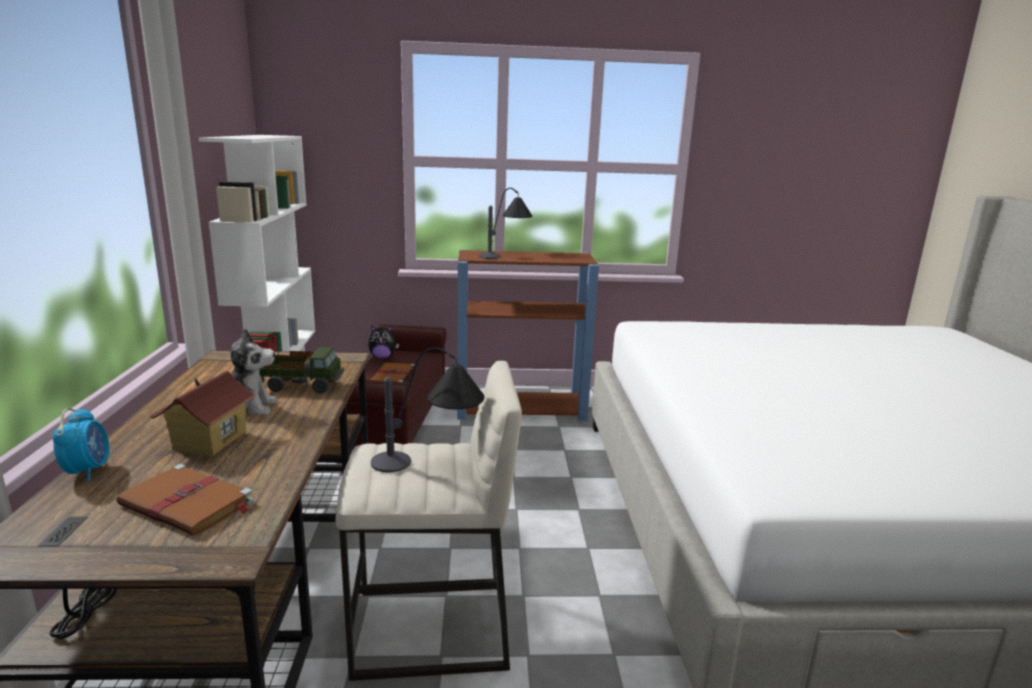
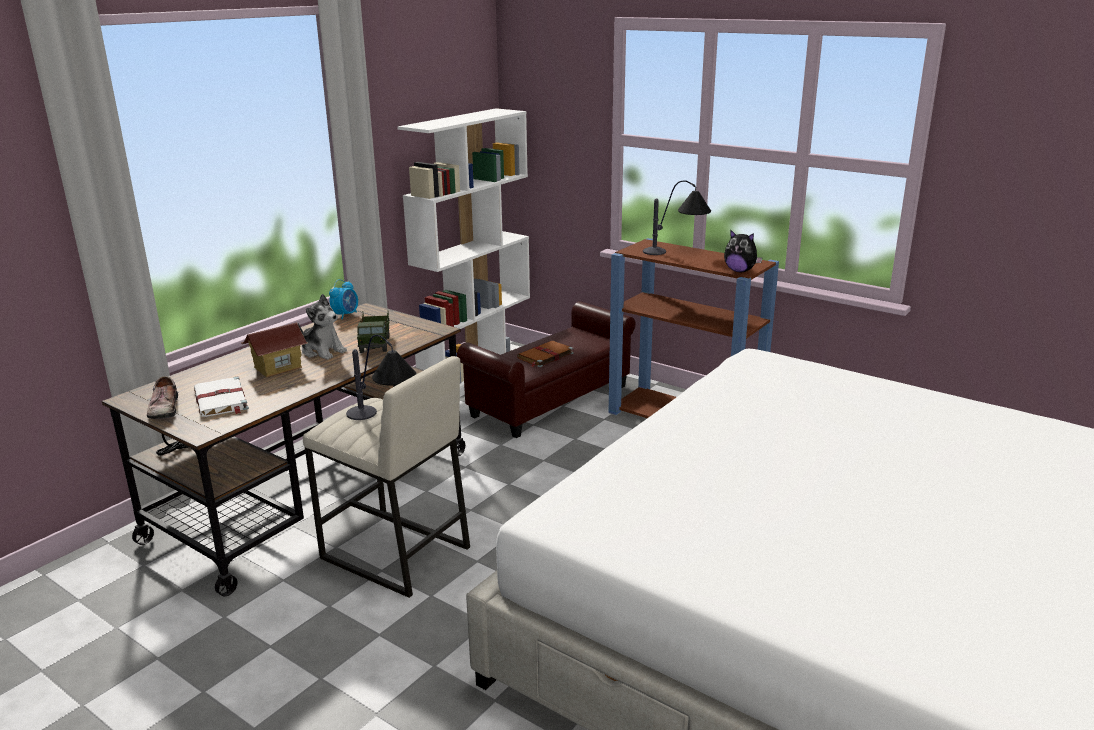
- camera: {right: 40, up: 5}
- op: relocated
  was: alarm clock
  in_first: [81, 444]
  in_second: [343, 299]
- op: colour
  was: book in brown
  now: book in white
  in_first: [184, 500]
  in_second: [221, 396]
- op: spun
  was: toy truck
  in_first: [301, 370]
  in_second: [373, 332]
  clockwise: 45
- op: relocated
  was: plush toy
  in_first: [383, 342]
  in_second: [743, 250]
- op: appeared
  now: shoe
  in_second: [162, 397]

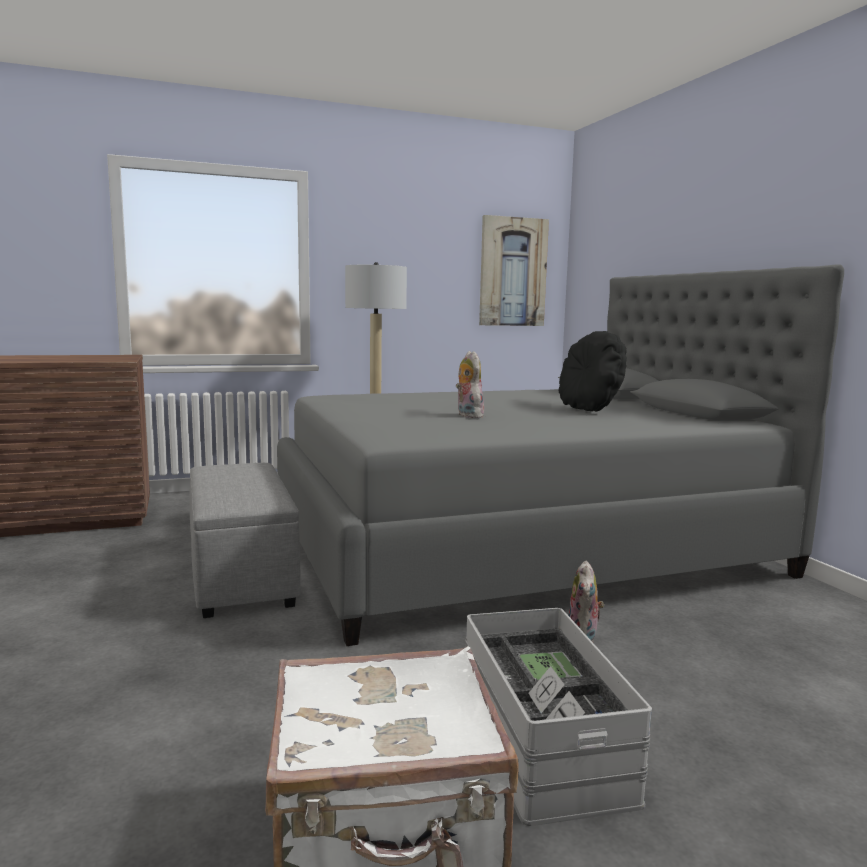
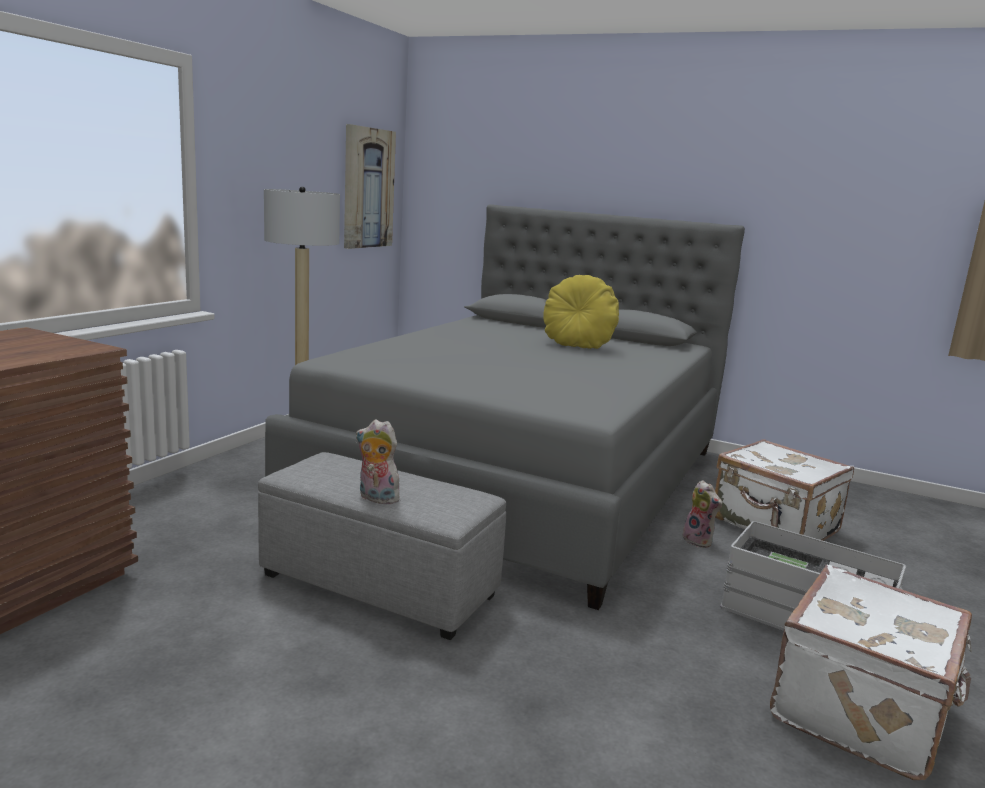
- camera: {right: -45, up: 5}
- op: relocated
  was: plush toy
  in_first: [470, 384]
  in_second: [378, 461]
- op: colour
  was: pillow in black
  now: pillow in yellow
  in_first: [593, 371]
  in_second: [581, 312]
- op: appeared
  now: suitcase in white
  in_second: [784, 490]

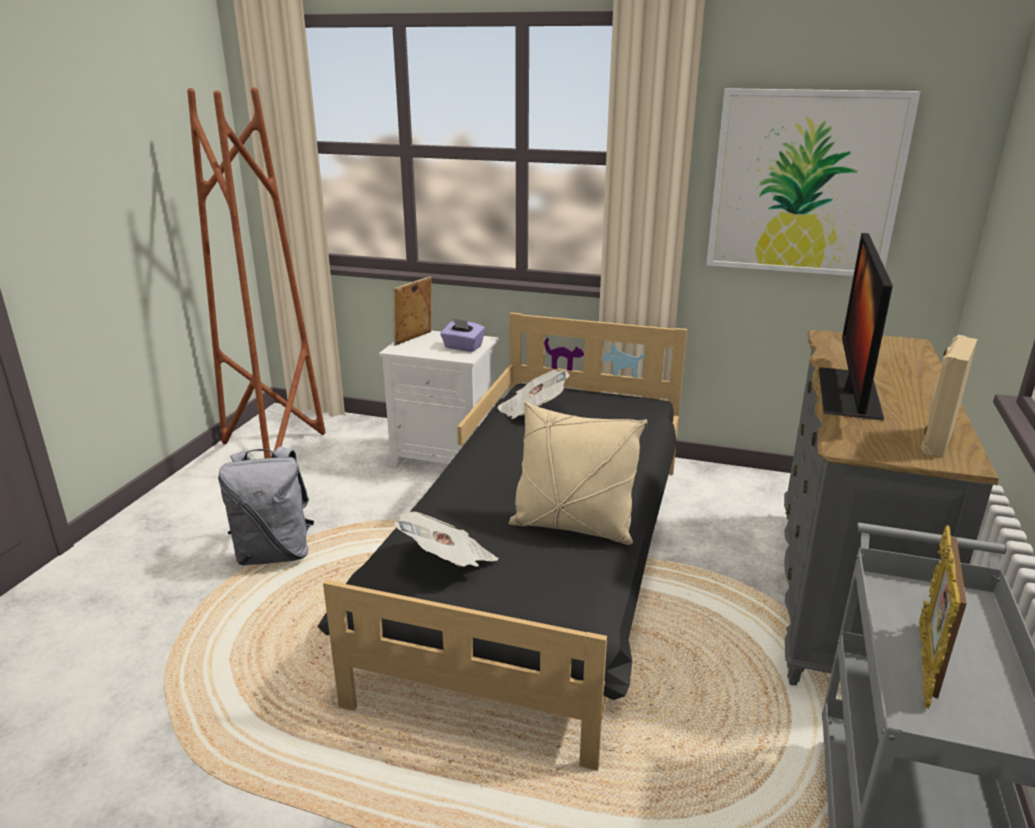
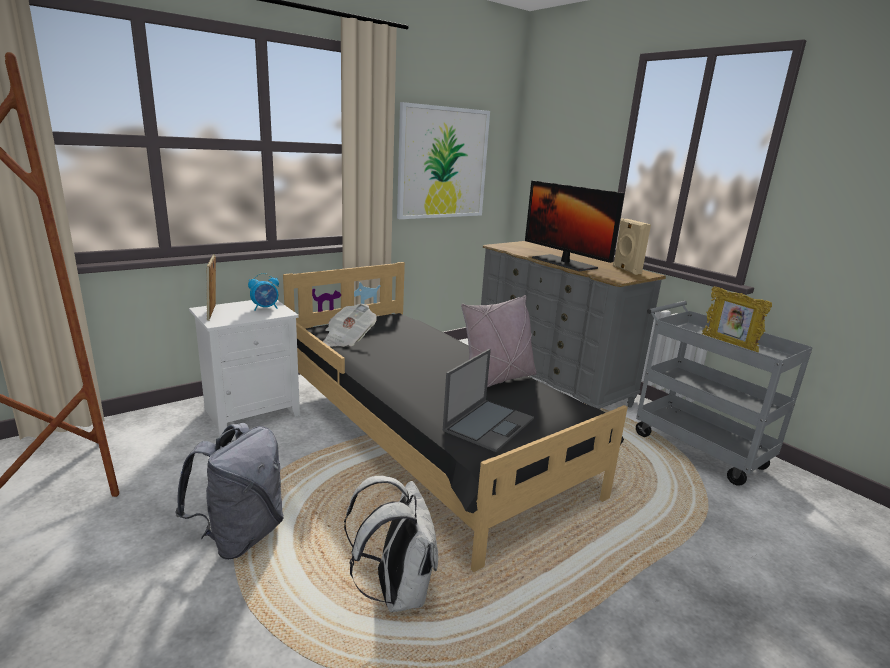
- camera: {right: -55, up: -5}
- op: exchanged
  was: newspaper
  now: laptop
  in_first: [445, 539]
  in_second: [488, 400]
- op: exchanged
  was: tissue box in purple
  now: alarm clock
  in_first: [462, 335]
  in_second: [263, 292]
- op: colour
  was: pillow in beige
  now: pillow in purple
  in_first: [578, 473]
  in_second: [498, 341]
- op: appeared
  now: backpack in white
  in_second: [391, 544]

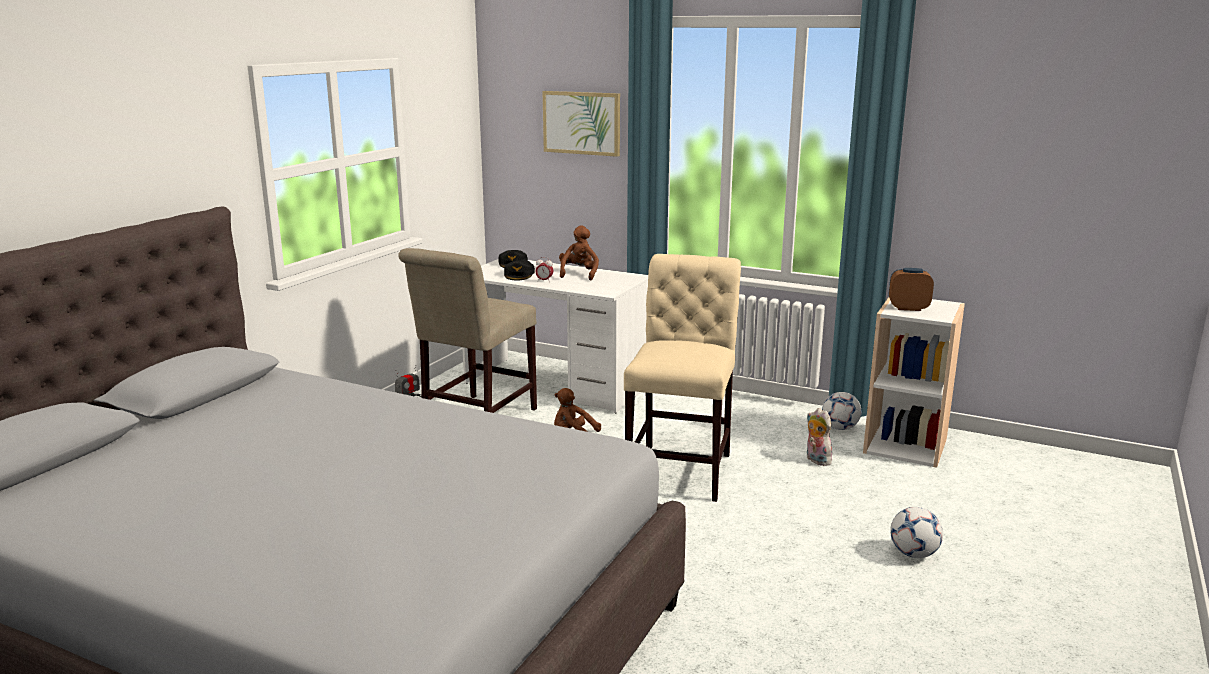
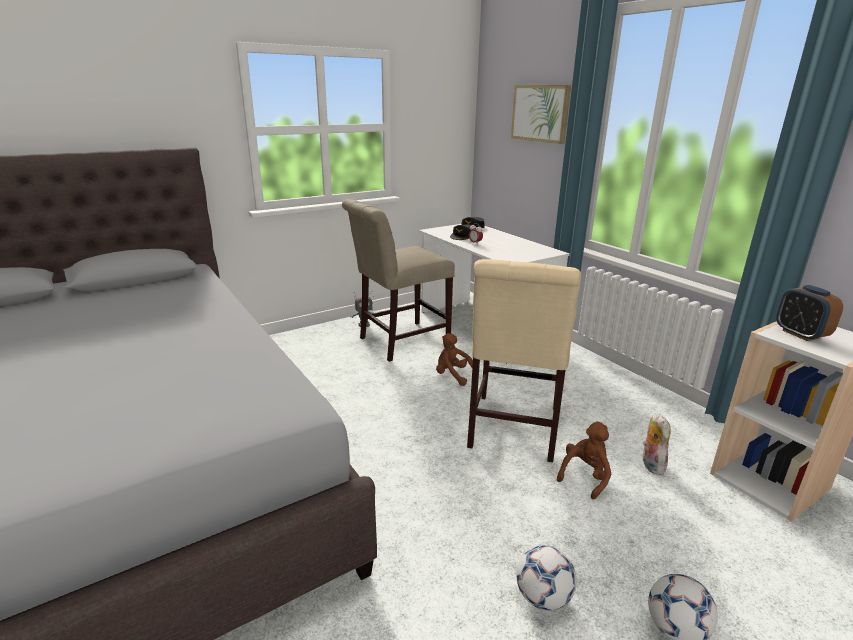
- camera: {right: 30, up: 5}
- op: relocated
  was: plush toy in brown
  in_first: [579, 252]
  in_second: [584, 461]
- op: spun
  was: chair in beige
  in_first: [682, 378]
  in_second: [524, 360]
  clockwise: 150
- op: relocated
  was: football
  in_first: [841, 411]
  in_second: [546, 578]
- op: spun
  was: alarm clock
  in_first: [911, 289]
  in_second: [809, 313]
  clockwise: -150

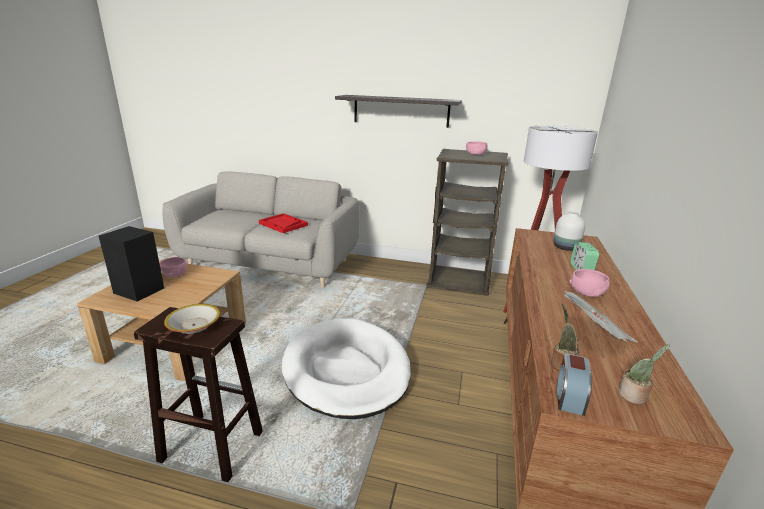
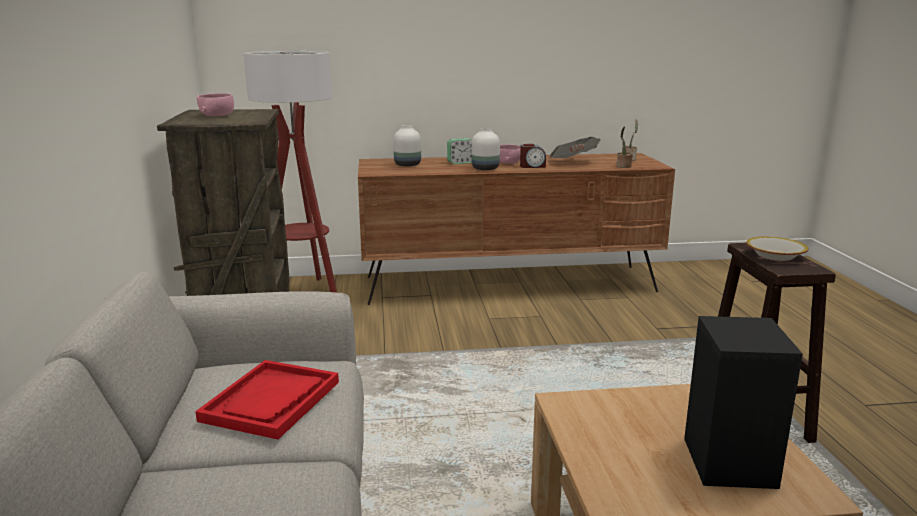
- camera: {right: -110, up: -5}
- op: missing
  was: bowl in pink
  in_first: [173, 267]
- op: missing
  was: dog bed in white
  in_first: [346, 368]
- op: missing
  was: shelf
  in_first: [398, 111]
- op: relocated
  was: alarm clock
  in_first: [574, 385]
  in_second: [533, 156]
- op: appeared
  now: vase in white
  in_second: [485, 149]

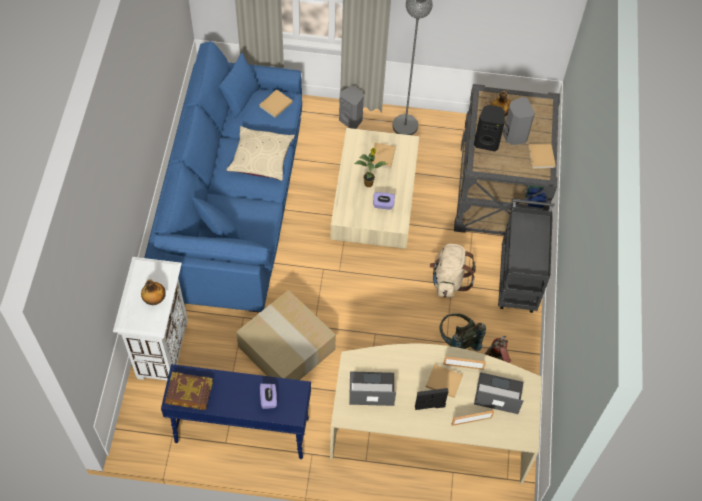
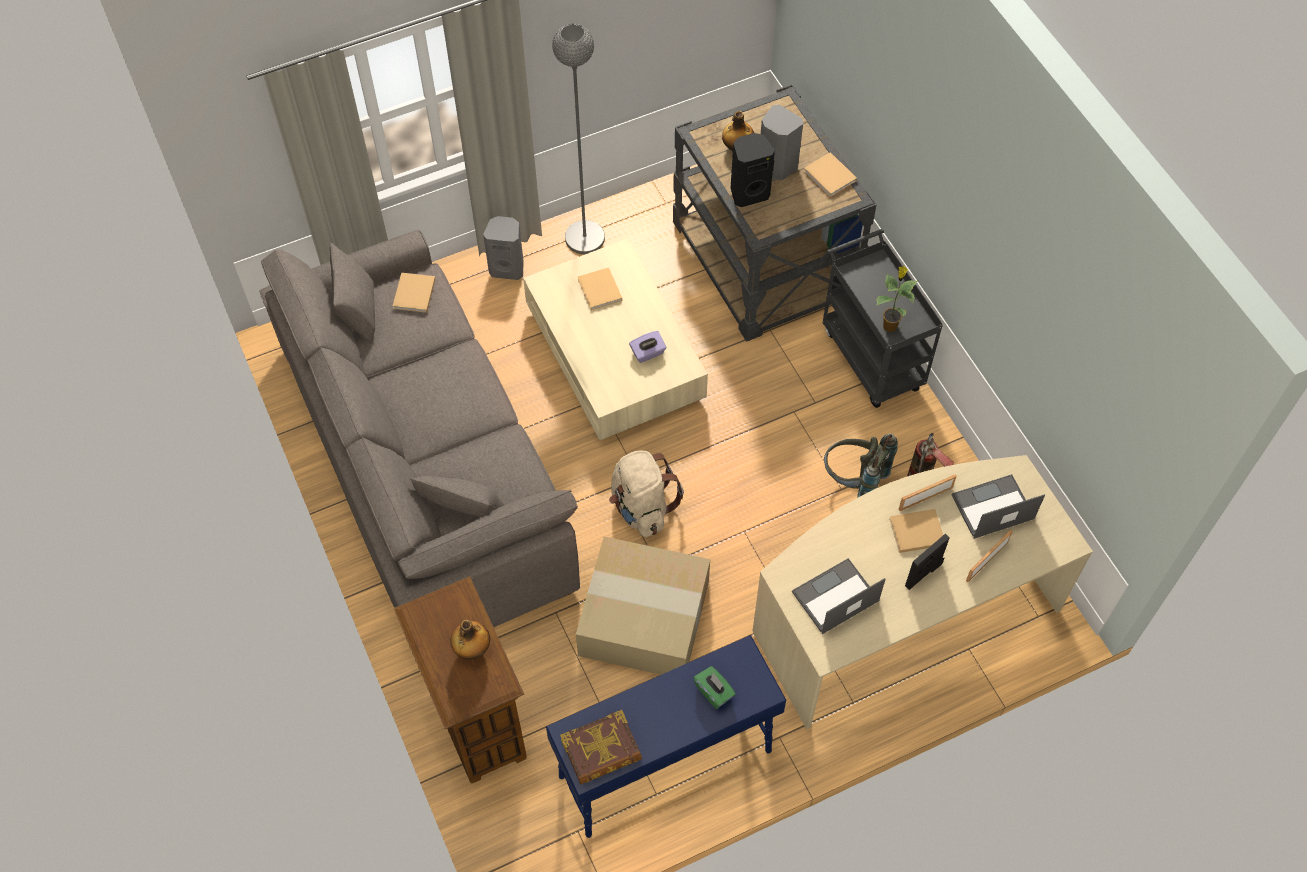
- camera: {right: -30, up: 0}
- op: colour
  was: cabinet in white
  now: cabinet in brown
  in_first: [150, 319]
  in_second: [460, 680]
- op: colour
  was: sofa in blue
  now: sofa in grey
  in_first: [223, 176]
  in_second: [420, 428]
- op: missing
  was: pillow in beige
  in_first: [260, 153]
- op: colour
  was: tissue box in purple
  now: tissue box in green
  in_first: [268, 396]
  in_second: [714, 687]
- op: relocated
  was: potted plant
  in_first: [371, 167]
  in_second: [897, 299]
- op: relocated
  was: backpack in beige
  in_first: [453, 271]
  in_second: [646, 493]

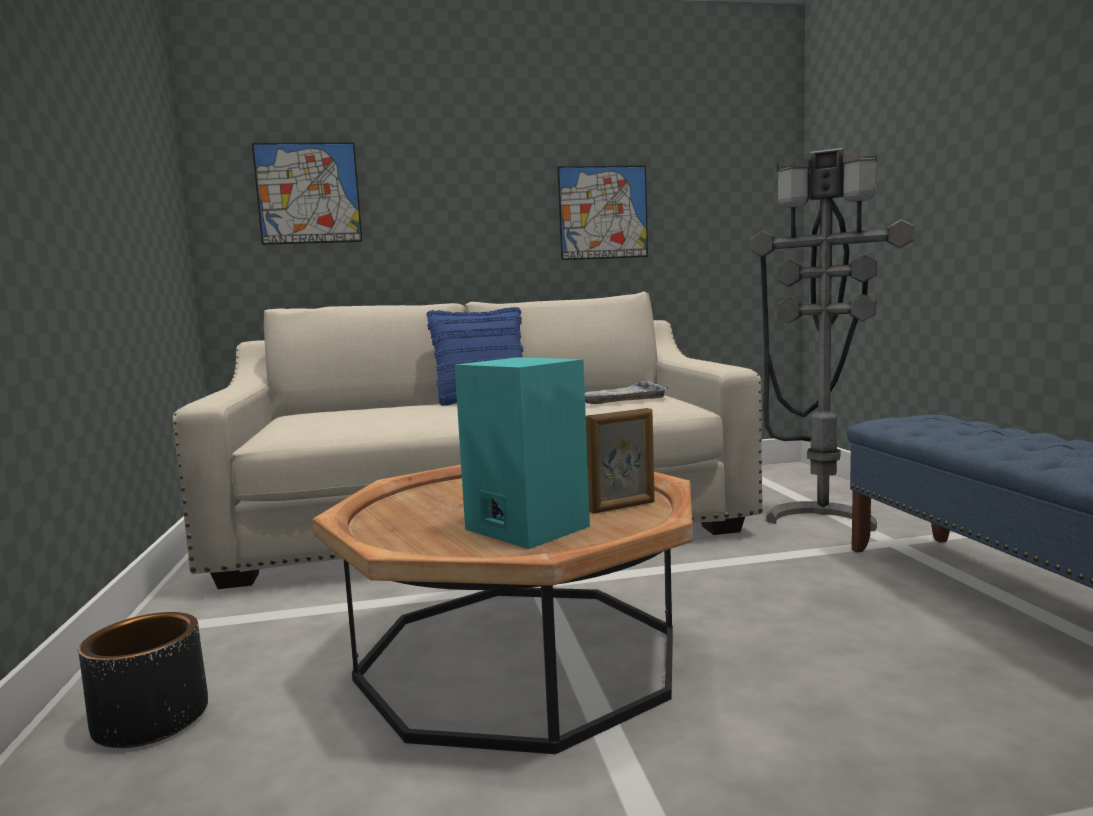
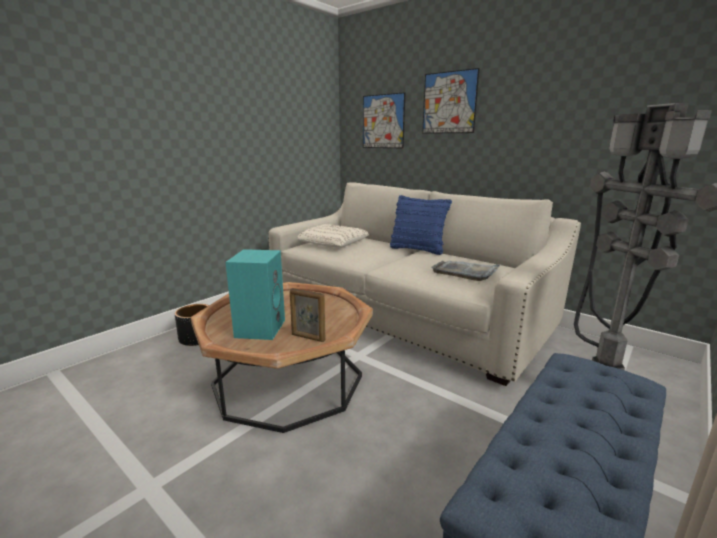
- camera: {right: 50, up: 10}
- op: relocated
  was: picture
  in_first: [602, 212]
  in_second: [451, 101]
- op: appeared
  now: pillow in beige
  in_second: [333, 236]

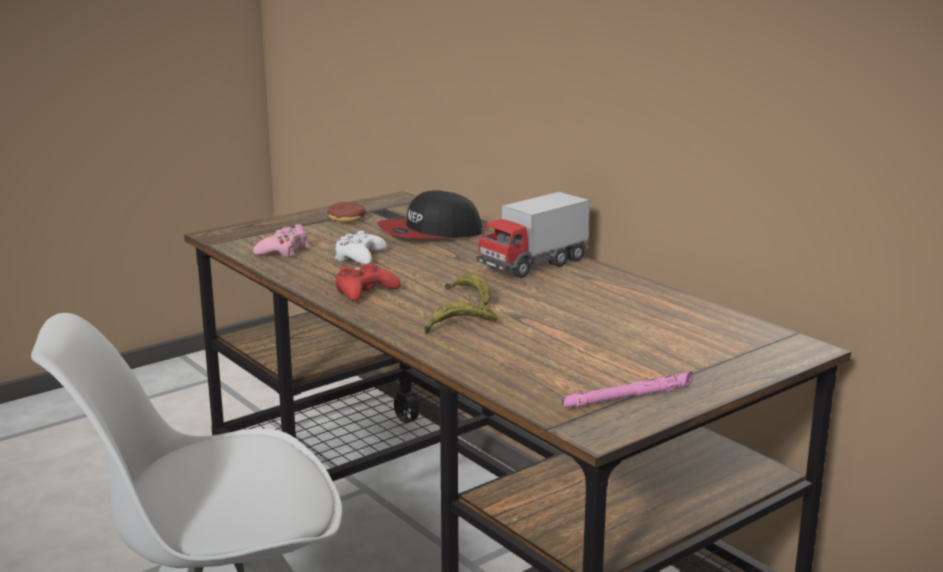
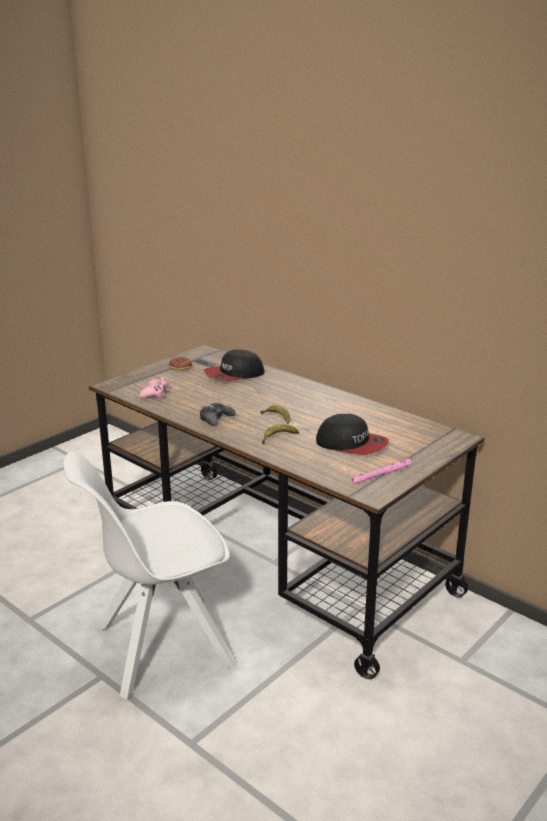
- camera: {right: -10, up: 5}
- op: missing
  was: game controller in white
  in_first: [361, 247]
- op: colour
  was: game controller in red
  now: game controller in black
  in_first: [368, 282]
  in_second: [218, 414]
- op: missing
  was: toy truck
  in_first: [533, 235]
- op: appeared
  now: cap
  in_second: [352, 434]

